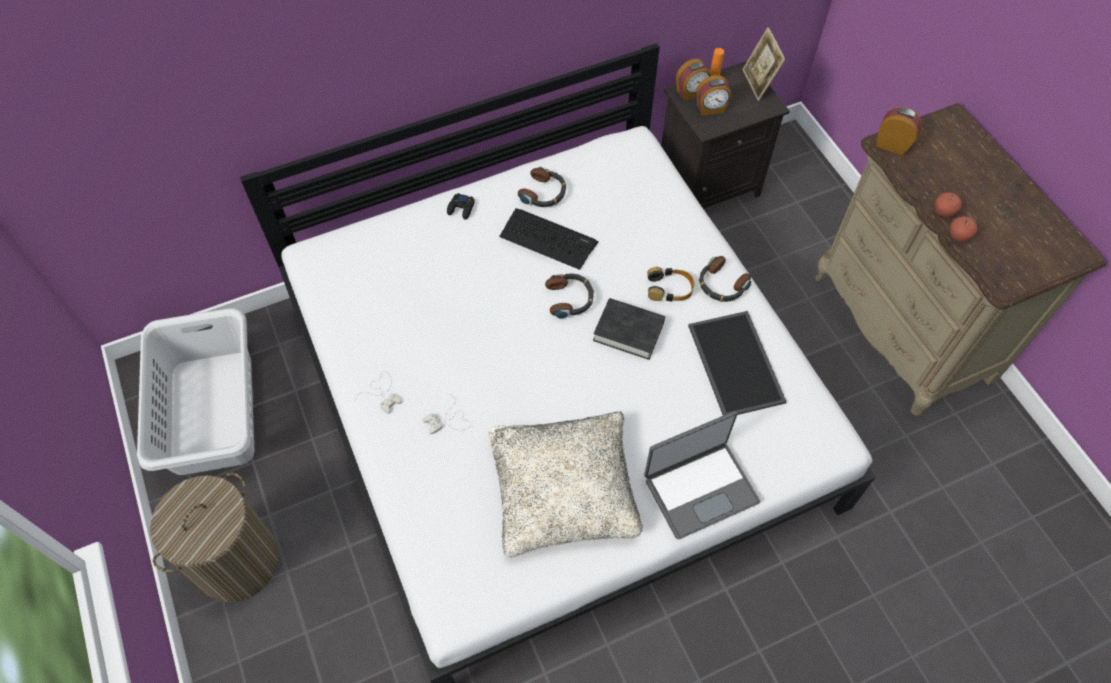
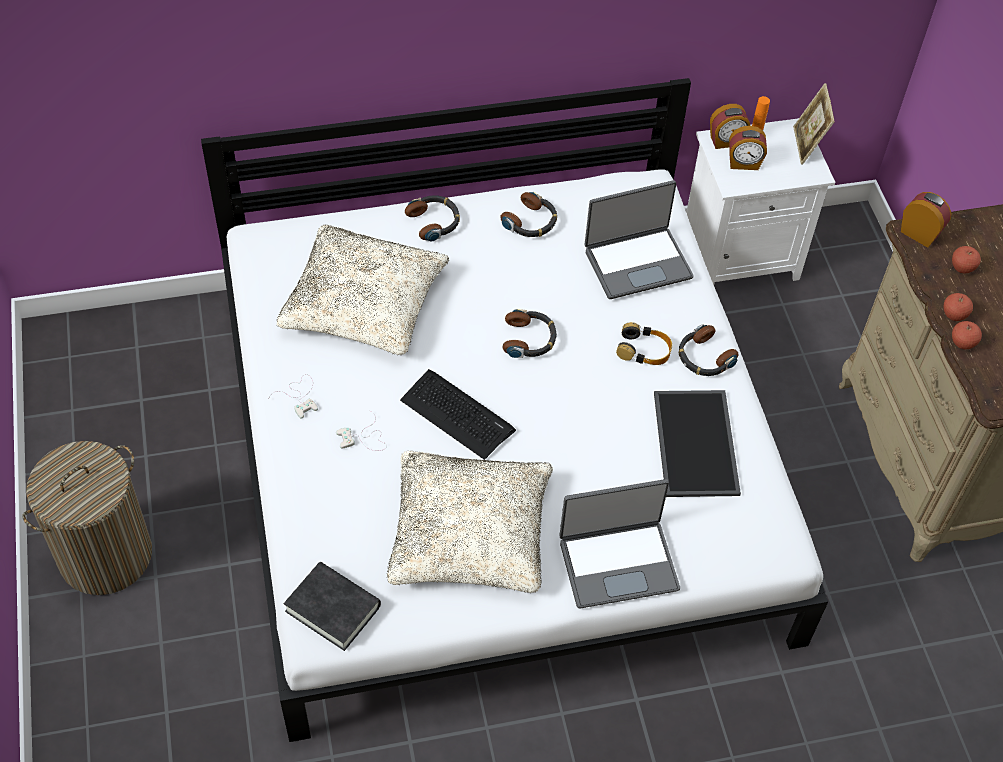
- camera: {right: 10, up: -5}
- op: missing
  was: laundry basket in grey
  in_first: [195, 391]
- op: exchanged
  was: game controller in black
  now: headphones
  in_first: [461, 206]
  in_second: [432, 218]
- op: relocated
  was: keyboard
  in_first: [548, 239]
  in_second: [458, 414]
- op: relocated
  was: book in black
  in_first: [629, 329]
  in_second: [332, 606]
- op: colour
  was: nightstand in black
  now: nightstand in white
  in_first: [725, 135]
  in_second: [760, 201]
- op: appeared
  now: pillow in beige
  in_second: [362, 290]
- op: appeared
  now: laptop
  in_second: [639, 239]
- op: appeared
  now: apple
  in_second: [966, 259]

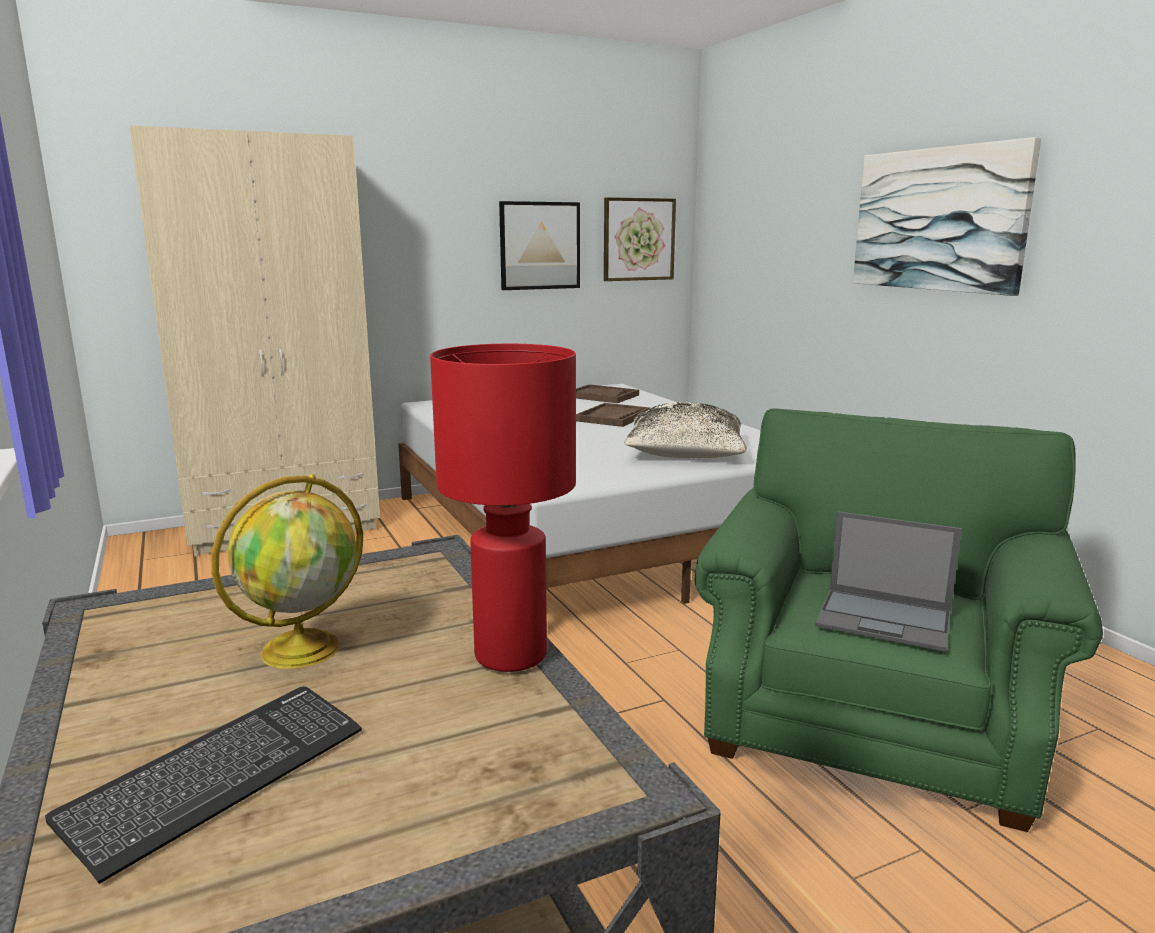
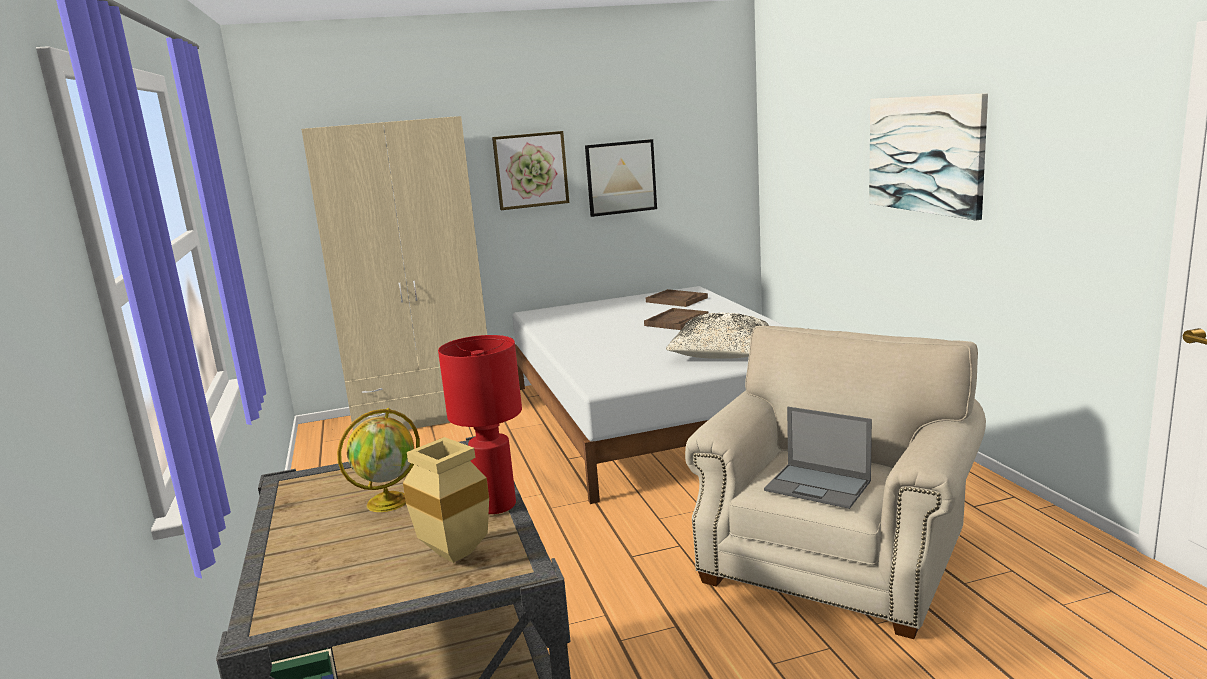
- camera: {right: 10, up: 0}
- op: missing
  was: keyboard
  in_first: [203, 785]
- op: relocated
  was: picture
  in_first: [640, 239]
  in_second: [530, 170]
- op: colour
  was: armchair in green
  now: armchair in beige
  in_first: [899, 620]
  in_second: [835, 482]
- op: appeared
  now: vase in beige
  in_second: [446, 500]

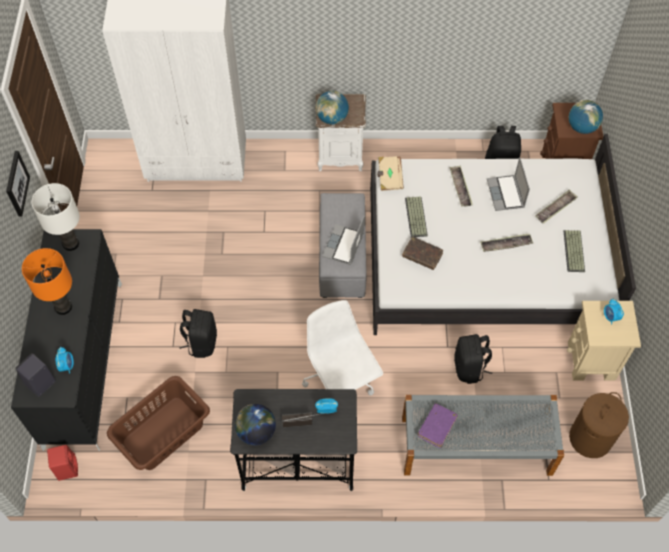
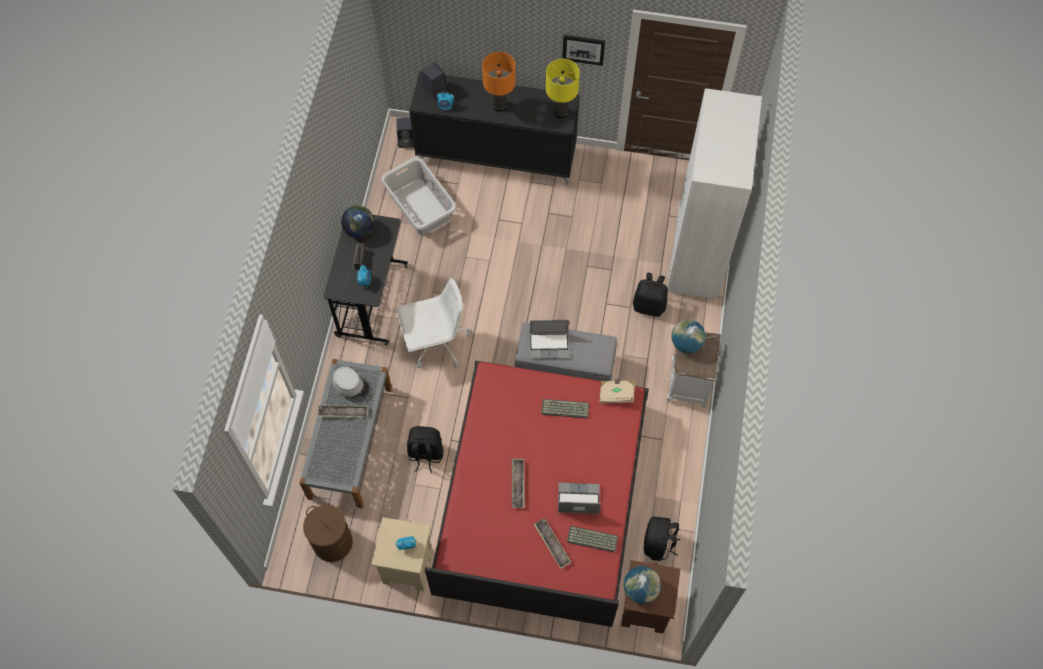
- camera: {right: 100, up: 5}
- op: colour
  was: table lamp in white
  now: table lamp in yellow
  in_first: [55, 217]
  in_second: [563, 89]
- op: colour
  was: speaker in red
  now: speaker in black
  in_first: [62, 463]
  in_second: [405, 133]
- op: colour
  was: laundry basket in brown
  now: laundry basket in grey
  in_first: [158, 423]
  in_second: [419, 196]
- op: relocated
  was: backpack in black
  in_first: [198, 333]
  in_second: [650, 295]
- op: spun
  was: laptop
  in_first: [343, 240]
  in_second: [549, 339]
  clockwise: 150
- op: colour
  was: bed in white
  now: bed in red
  in_first: [503, 234]
  in_second: [537, 493]
- op: missing
  was: book in brown
  in_first: [422, 253]
- op: exchanged
  was: book in purple
  now: hat in grey
  in_first: [437, 425]
  in_second: [351, 384]
- op: relocated
  was: tray
  in_first: [461, 186]
  in_second: [343, 411]
- op: relocated
  was: keyboard
  in_first: [574, 251]
  in_second: [592, 539]

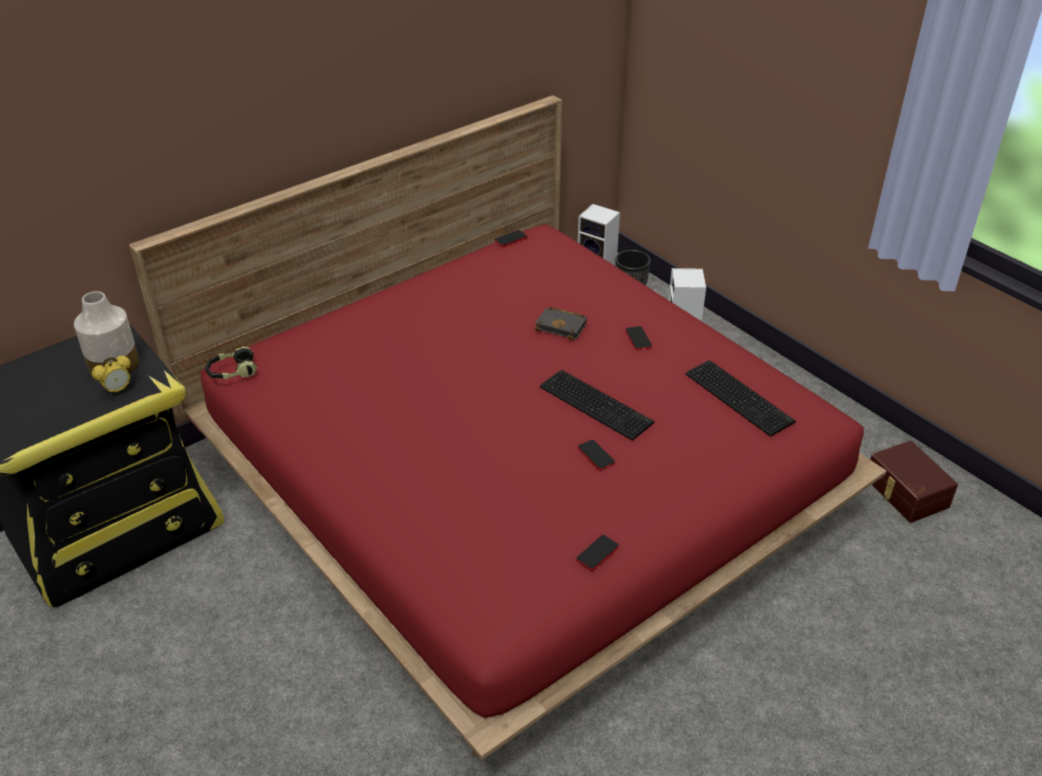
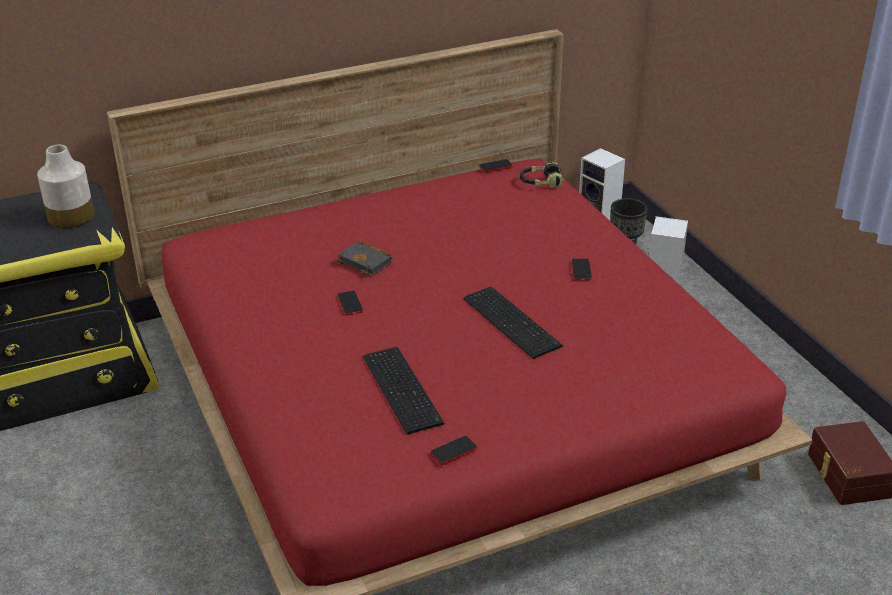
- camera: {right: 15, up: -5}
- op: missing
  was: alarm clock
  in_first: [111, 376]
- op: relocated
  was: headphones
  in_first: [231, 363]
  in_second: [542, 175]
- op: relocated
  was: book in black
  in_first: [561, 323]
  in_second: [364, 258]
- op: relocated
  was: phone
  in_first: [596, 455]
  in_second: [350, 303]
- op: relocated
  was: keyboard
  in_first: [741, 398]
  in_second: [404, 390]

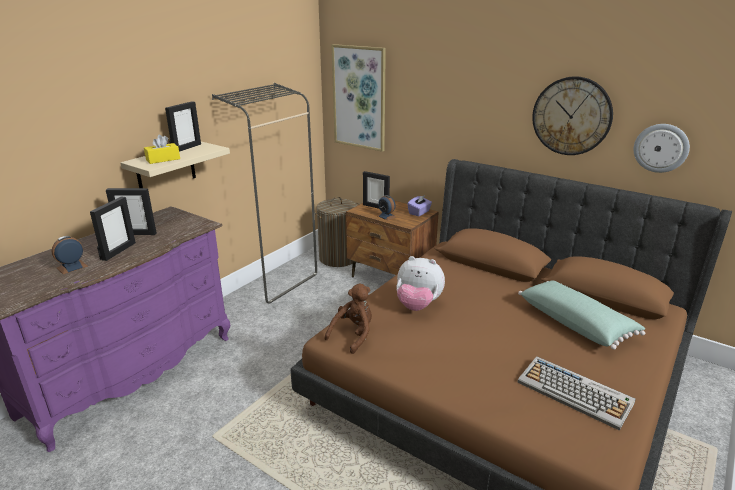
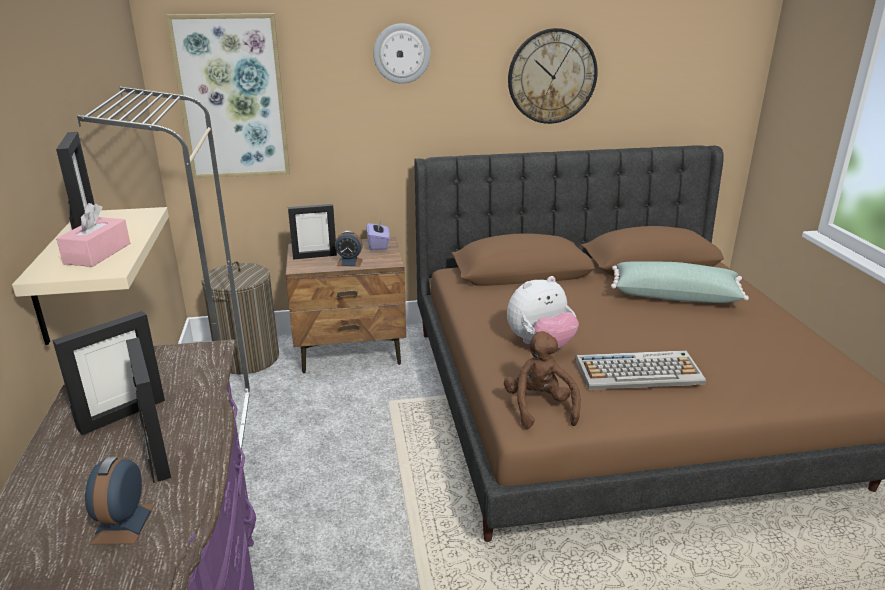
- camera: {right: -45, up: 0}
- op: colour
  was: tissue box in yellow
  now: tissue box in pink
  in_first: [162, 149]
  in_second: [93, 235]
- op: relocated
  was: keyboard
  in_first: [577, 393]
  in_second: [640, 370]
- op: relocated
  was: wall clock
  in_first: [661, 148]
  in_second: [402, 53]

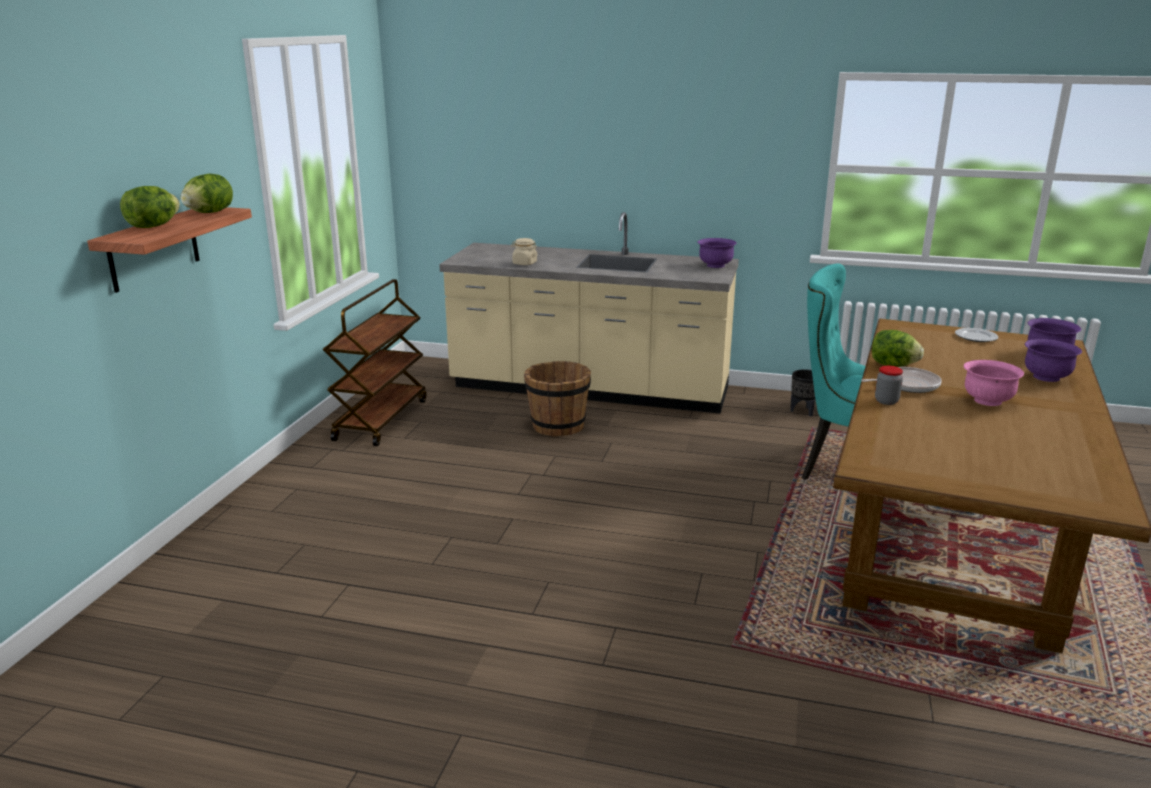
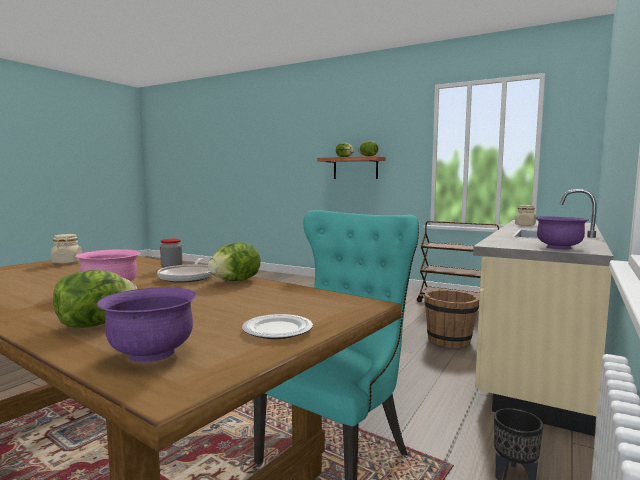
- camera: {right: 105, up: -15}
- op: exchanged
  was: bowl in purple
  now: lettuce
  in_first: [1053, 360]
  in_second: [95, 299]
- op: appeared
  now: jar in beige
  in_second: [66, 249]

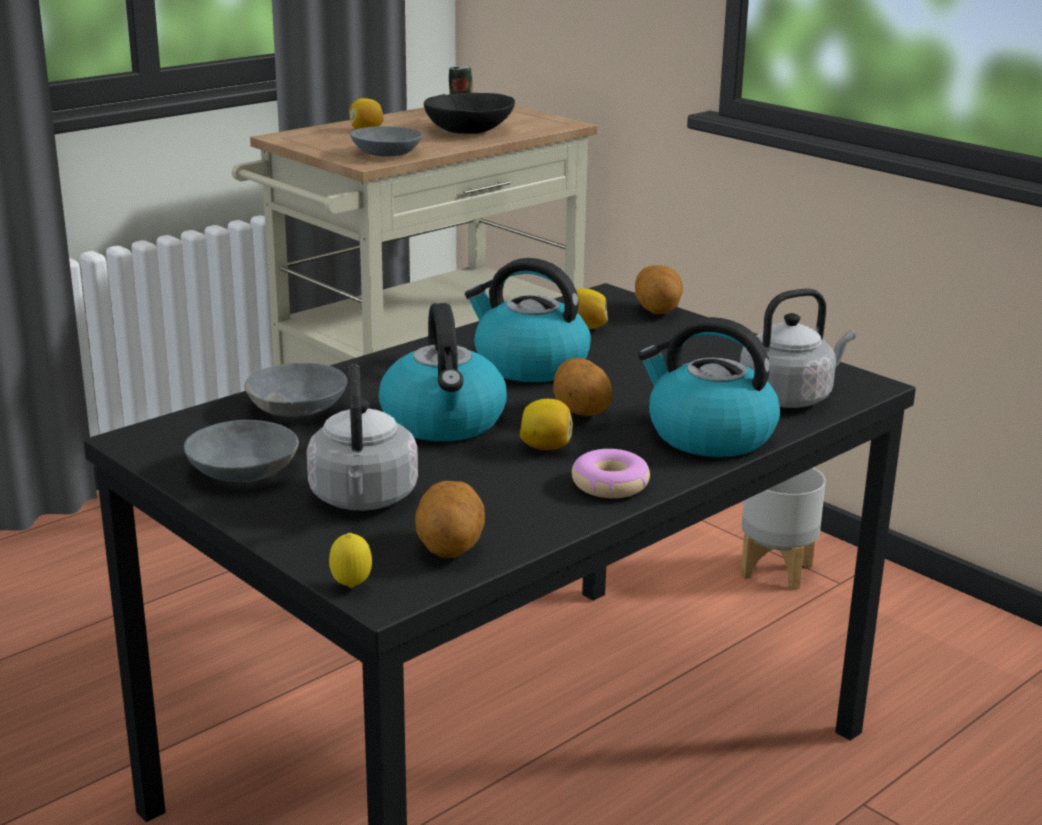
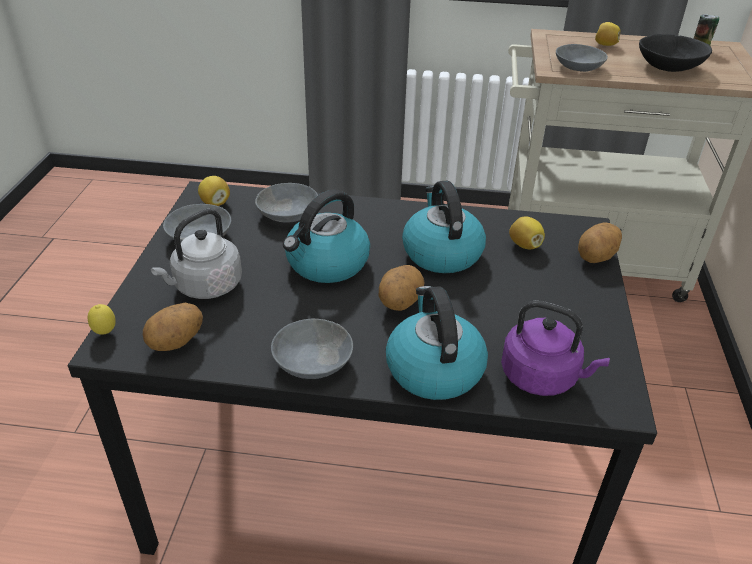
- camera: {right: 50, up: 15}
- op: relocated
  was: lemon
  in_first: [546, 424]
  in_second: [214, 191]
- op: exchanged
  was: donut
  now: bowl in grey
  in_first: [611, 473]
  in_second: [312, 349]
- op: colour
  was: kettle in grey
  now: kettle in purple
  in_first: [798, 348]
  in_second: [555, 348]
- op: missing
  was: planter in grey
  in_first: [783, 528]

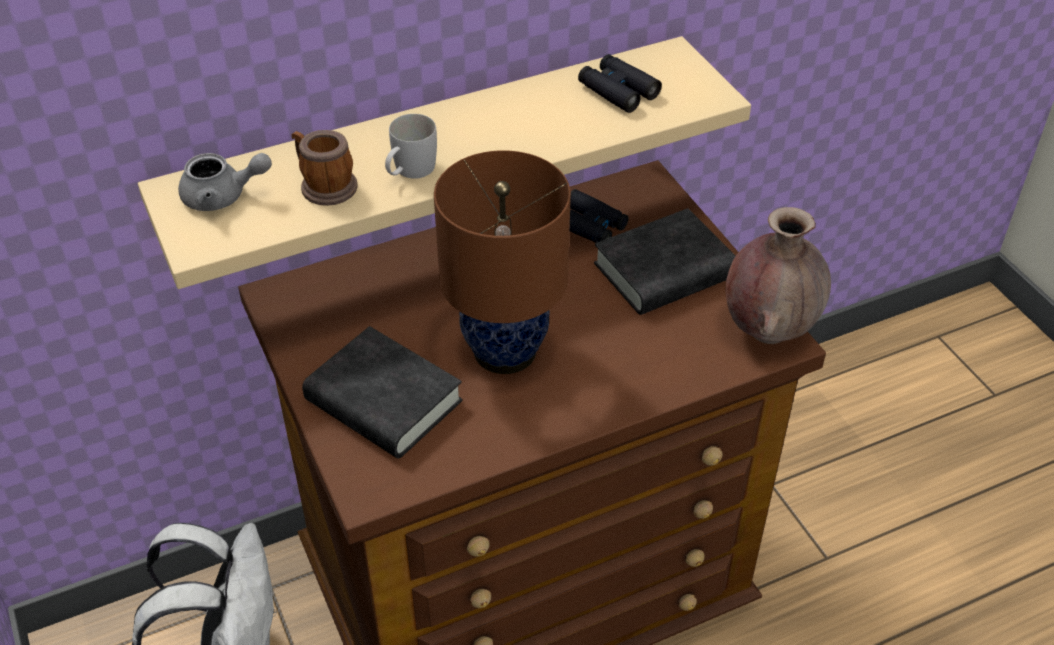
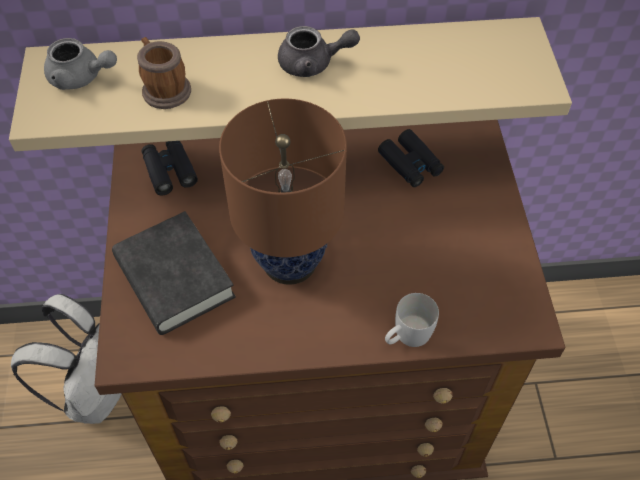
- camera: {right: 20, up: 10}
- op: relocated
  was: mug in white
  in_first: [411, 146]
  in_second: [412, 320]
- op: relocated
  was: binoculars in black
  in_first: [620, 83]
  in_second: [169, 168]
- op: missing
  was: book in black
  in_first: [664, 261]
- op: missing
  was: vase in brown
  in_first: [778, 275]
- op: appeared
  now: teapot in grey
  in_second: [319, 51]

